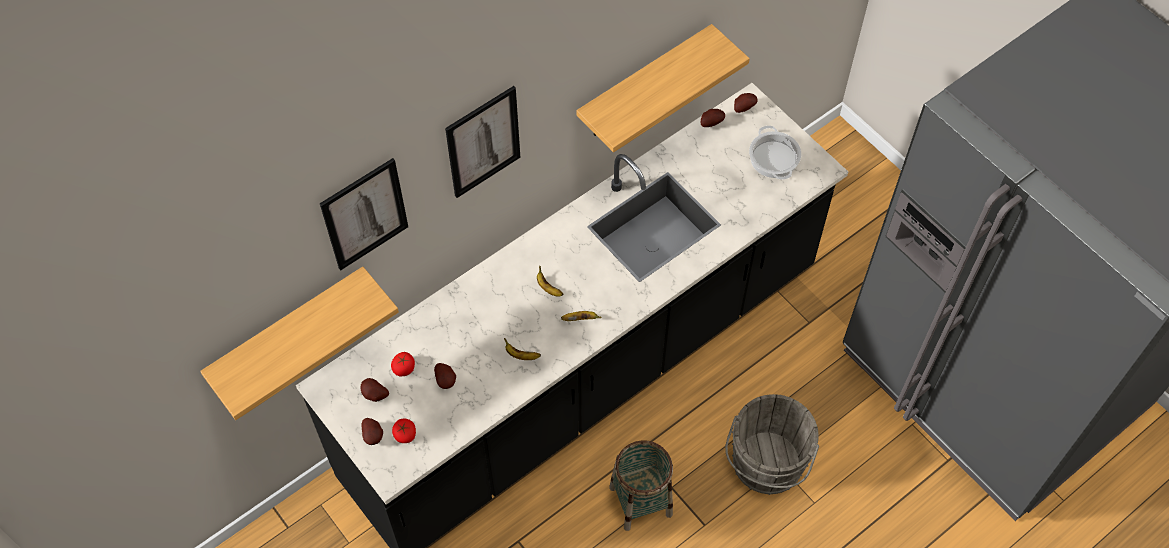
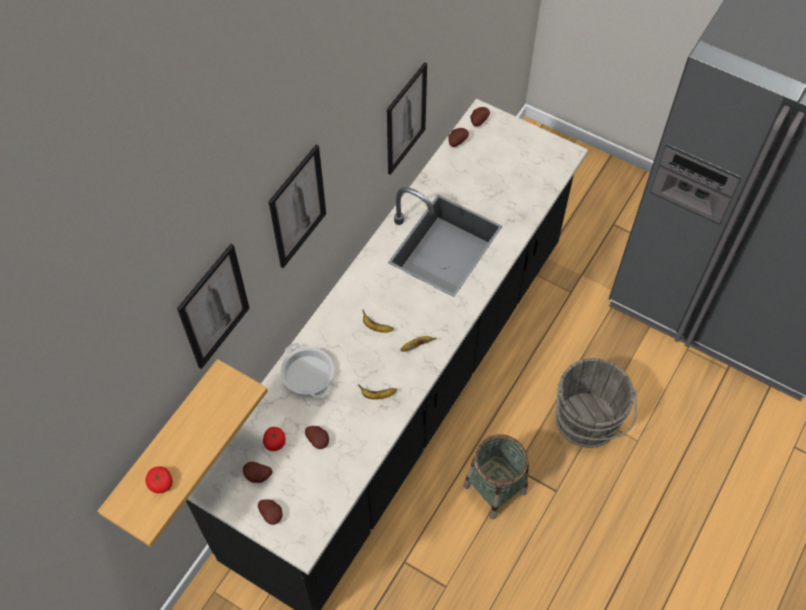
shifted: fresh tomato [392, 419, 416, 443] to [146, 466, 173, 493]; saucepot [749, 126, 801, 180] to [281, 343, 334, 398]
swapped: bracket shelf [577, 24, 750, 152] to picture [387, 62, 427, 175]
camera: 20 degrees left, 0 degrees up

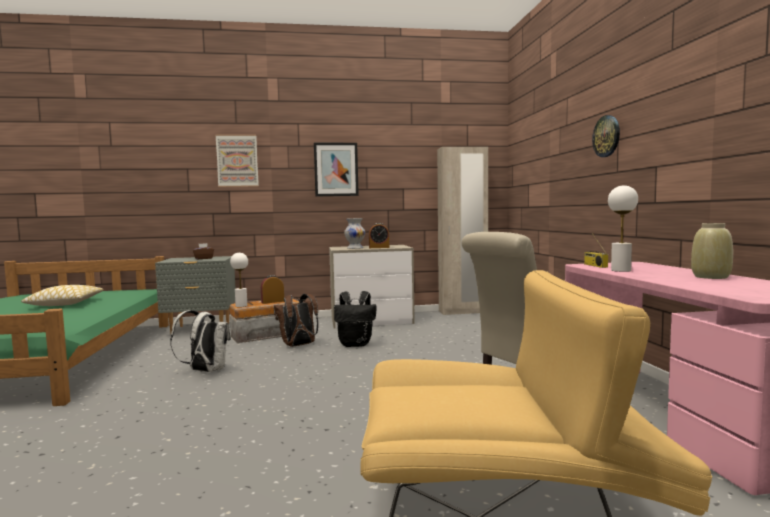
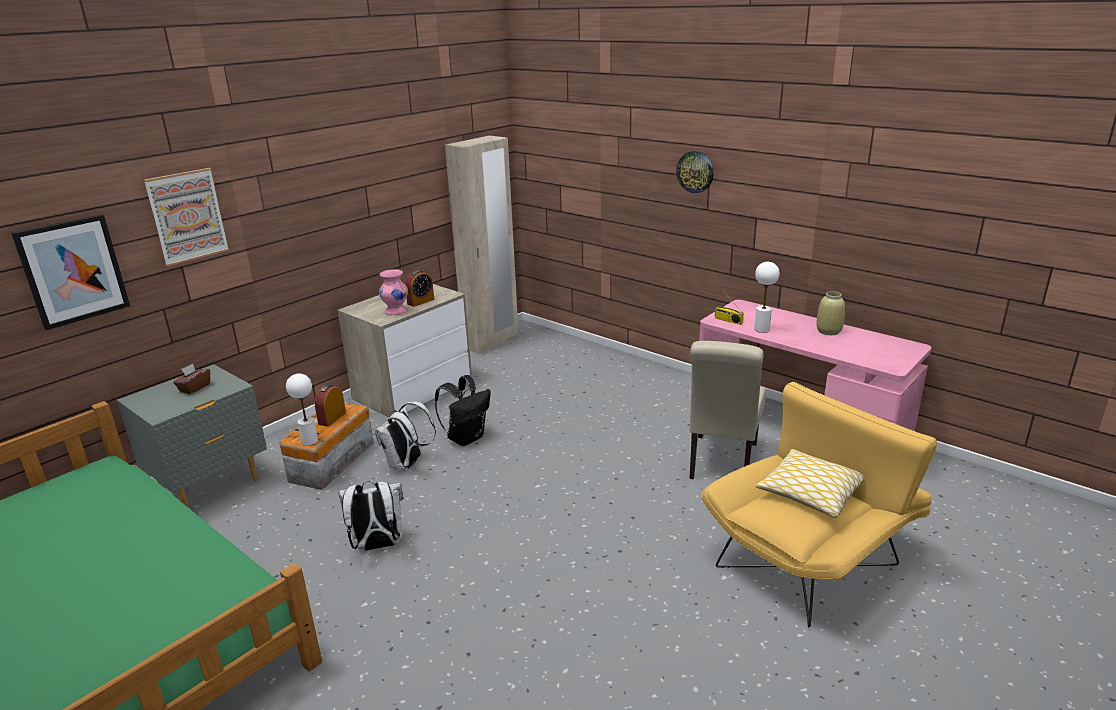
shifted: cushion [21, 285, 103, 306] to [755, 449, 865, 518]; picture [314, 143, 359, 196] to [11, 214, 130, 330]
repainted: backpack (brownish) [273, 294, 318, 347] to backpack (whitish) [375, 401, 436, 470]; decorative vase (whitish) [344, 218, 365, 249] to decorative vase (pinkish) [379, 269, 408, 315]
camera: 40 degrees left, 20 degrees up

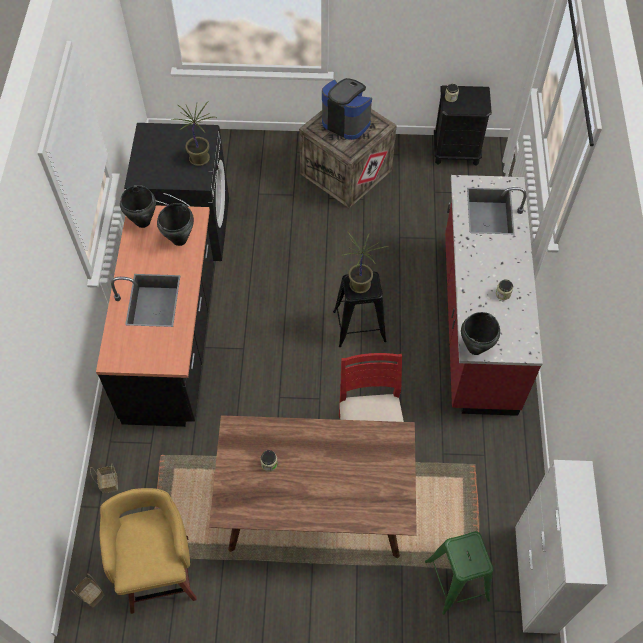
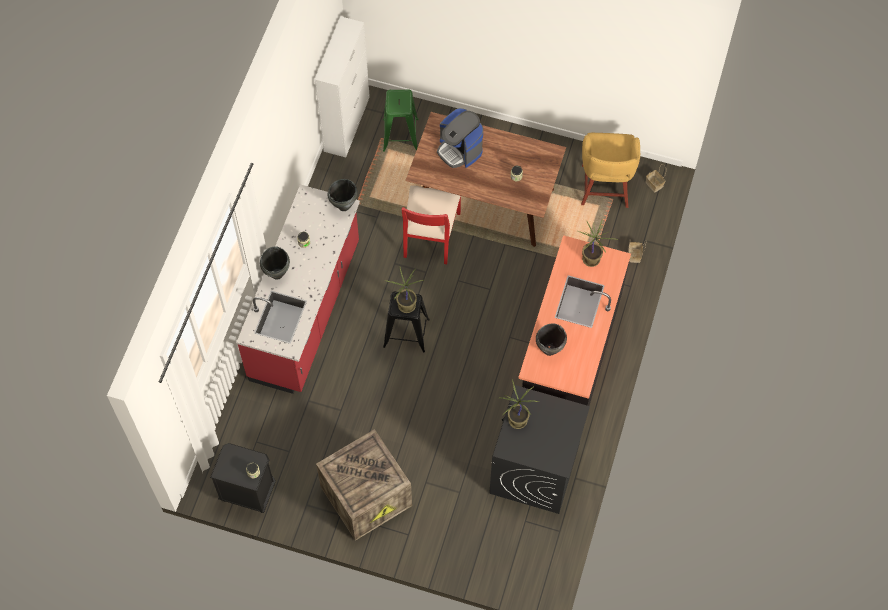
new: houseplant [578, 219, 618, 267]
shifted: saucepot (black) [120, 185, 156, 228] to [260, 246, 290, 280]; coffee machine [322, 78, 372, 140] to [437, 108, 483, 168]
camera: 165 degrees left, 5 degrees up

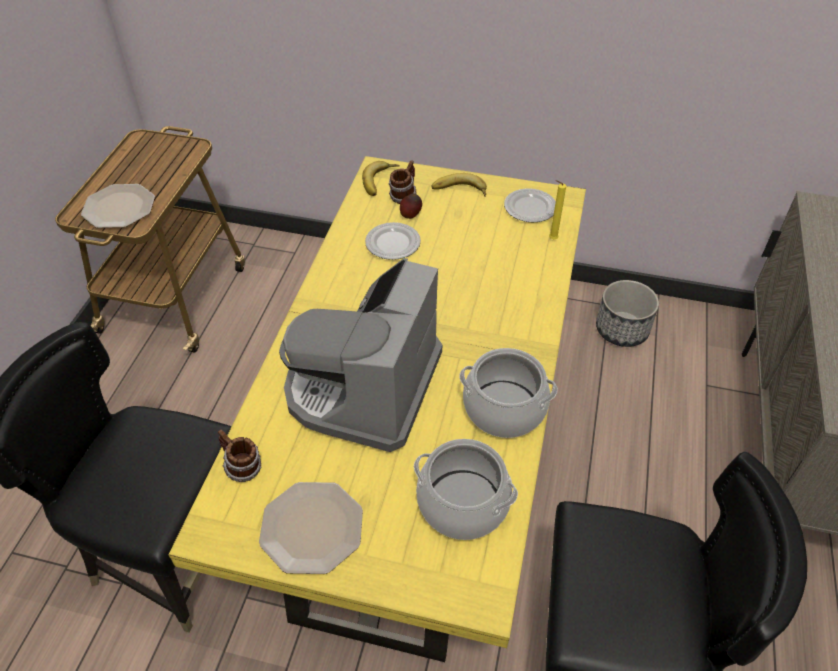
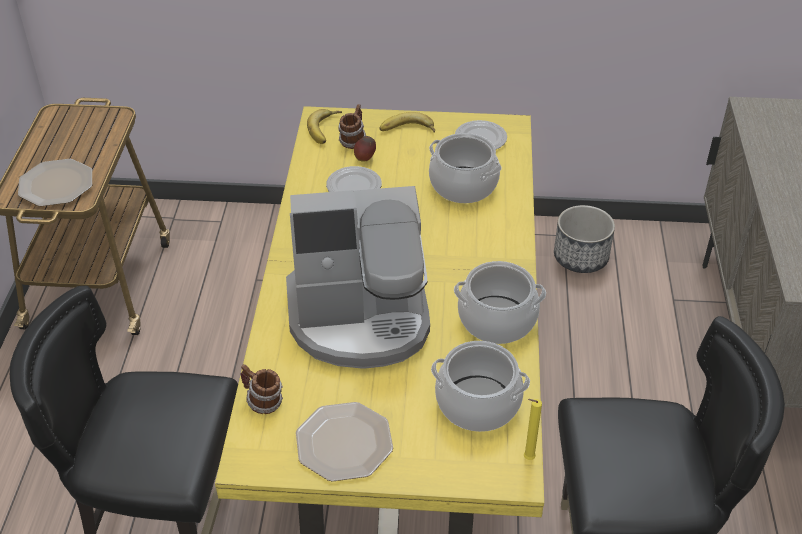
new: saucepot [429, 133, 502, 203]
shifted: wax candle (yellow) [549, 180, 566, 239] to [524, 399, 542, 460]
rotated: coffee machine [279, 258, 442, 452] = [286, 186, 430, 369] 105 degrees counterclockwise
camera: 10 degrees left, 5 degrees down

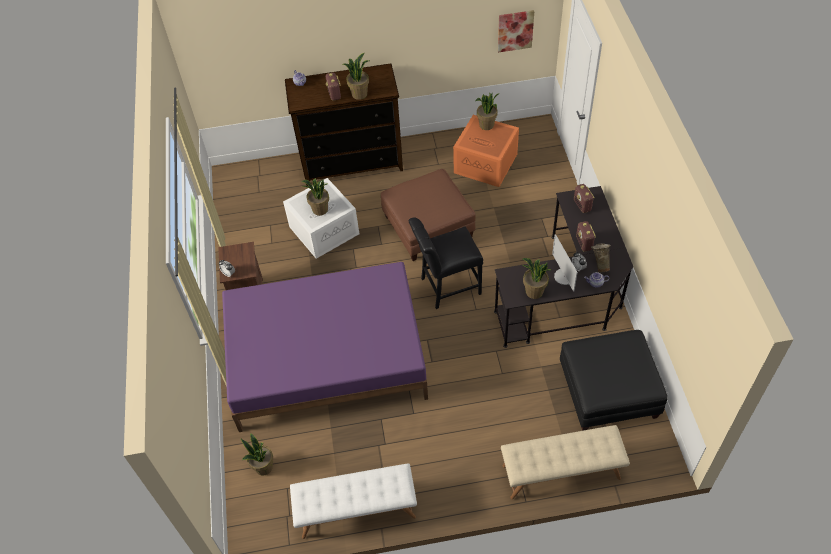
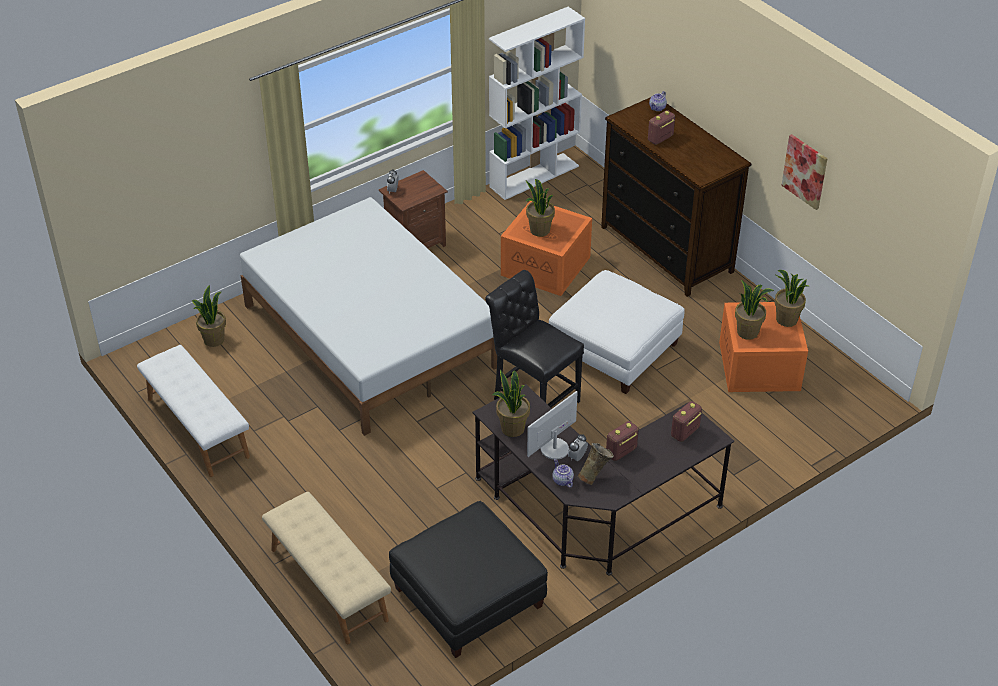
new: shelving unit (whitish) [489, 7, 585, 200]
shifted: houseplant [342, 53, 369, 100] to [735, 280, 774, 340]; picture [498, 10, 534, 53] to [781, 134, 828, 210]
repainted: sleeping bed (purplish) [222, 262, 428, 432] to sleeping bed (whitish) [240, 197, 497, 436]; storage container (whitish) [283, 178, 359, 259] to storage container (orange-coloured) [501, 201, 592, 296]; pouffe (brownish) [381, 169, 476, 261] to pouffe (whitish) [549, 270, 685, 394]
camera: 60 degrees right, 10 degrees down

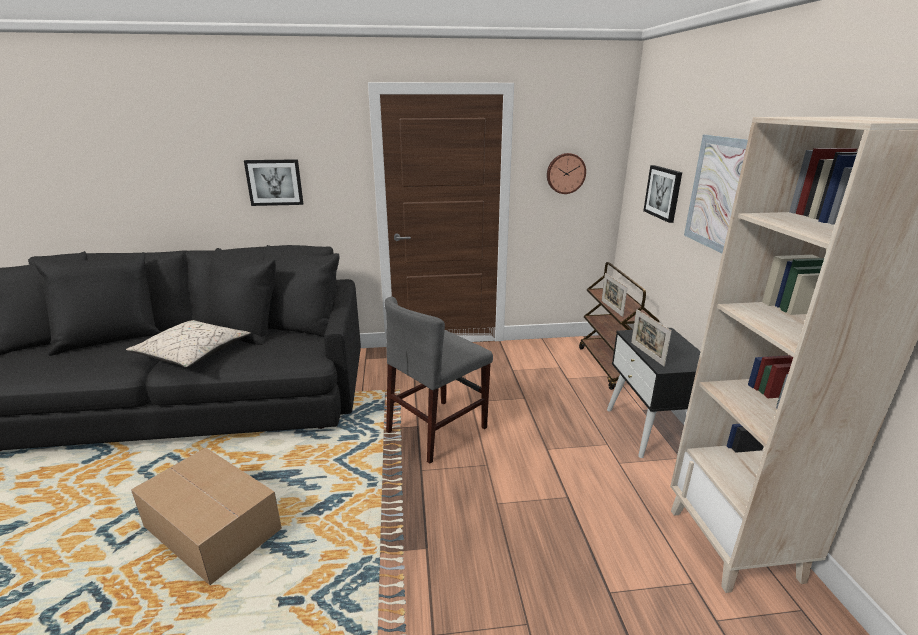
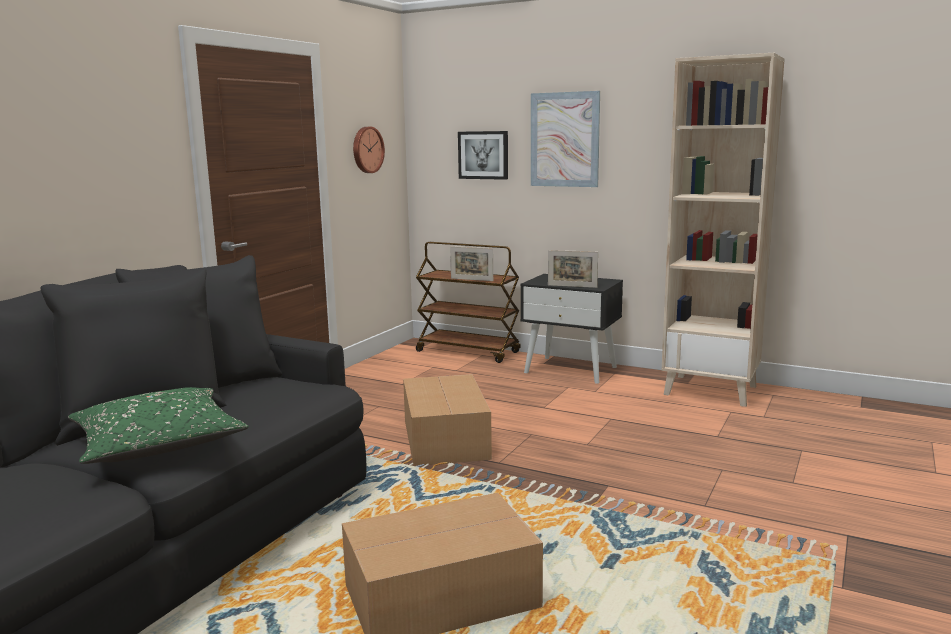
gone: picture [244, 159, 303, 206]
swapped: plain chair (greyish) [385, 296, 493, 464] to packing box [403, 374, 492, 466]
repainted: cushion (beige-coloured) [126, 320, 251, 368] to cushion (green-coloured) [68, 387, 249, 464]
camera: 55 degrees left, 10 degrees down

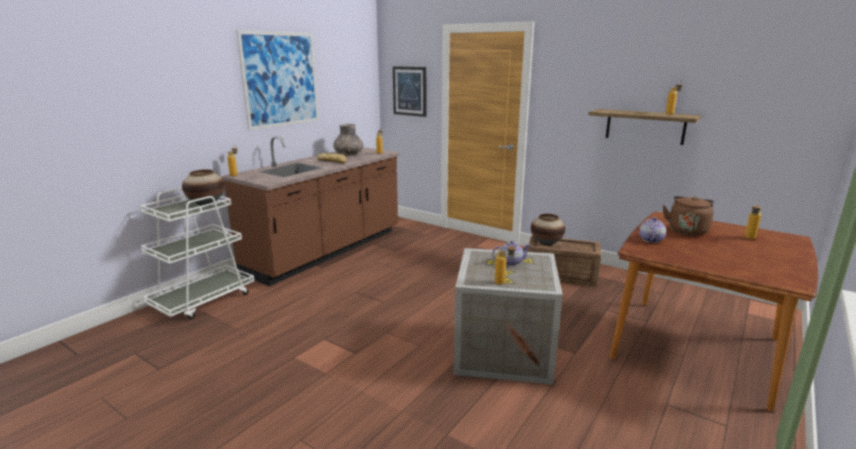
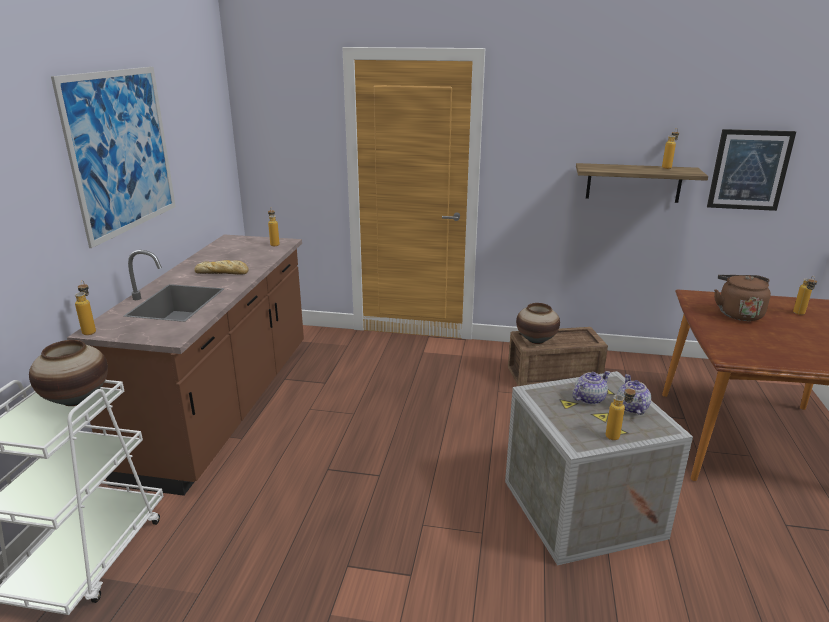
gone: decorative vase (greyish) [333, 124, 363, 155]
shifted: picture [393, 66, 426, 117] to [707, 129, 796, 211]; teapot [639, 217, 666, 243] to [617, 374, 651, 415]
camera: 25 degrees left, 5 degrees up

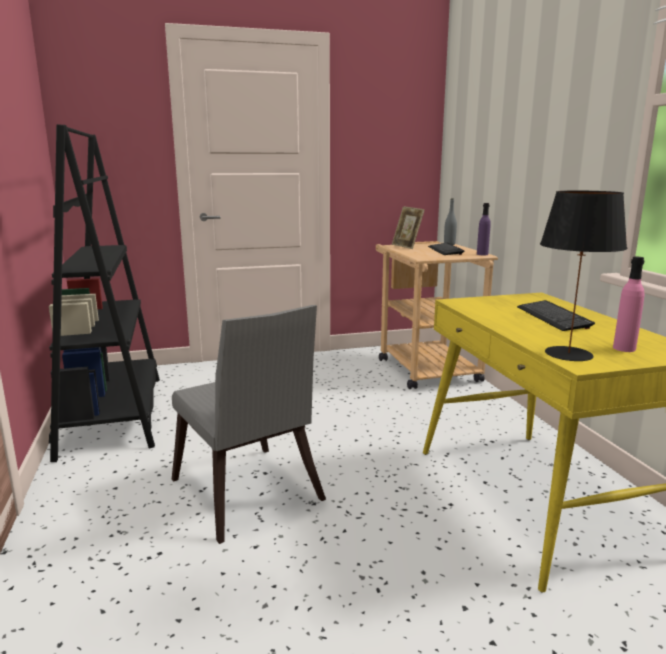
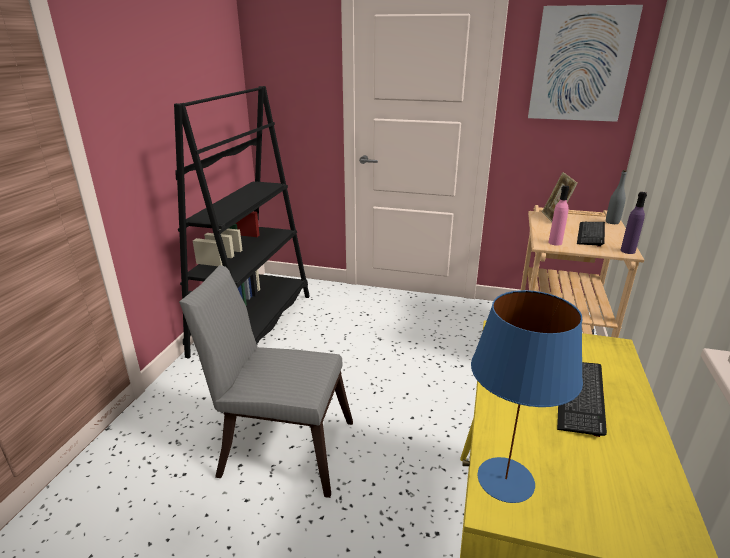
new: picture [528, 5, 643, 122]
shifted: beverage bottle (pinkish) [613, 256, 645, 352] to [548, 185, 569, 246]
repainted: table lamp (black) [540, 191, 627, 361] to table lamp (blue) [471, 290, 583, 503]
rotated: plain chair (greyish) [172, 305, 326, 544] = [179, 265, 353, 498] 105 degrees clockwise
camera: 30 degrees right, 10 degrees up

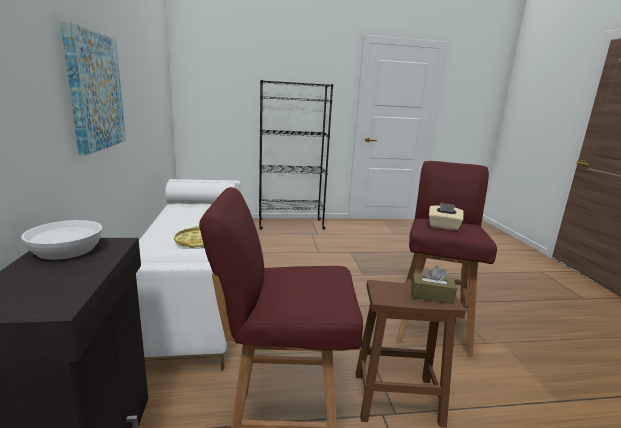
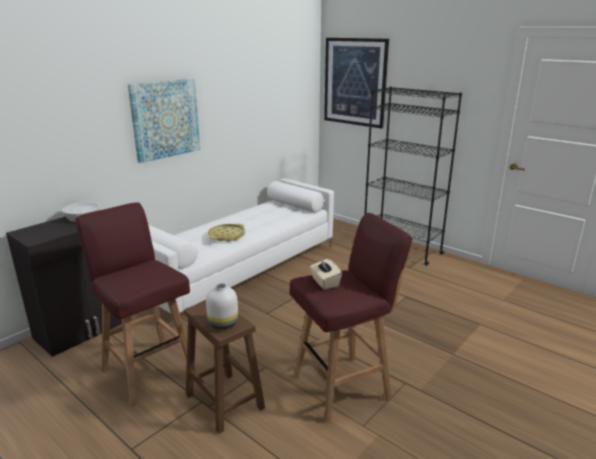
new: picture [324, 38, 389, 129]
swapped: box of tissues (brownish) [411, 266, 457, 304] to decorative vase (whitish) [206, 283, 238, 330]
camera: 50 degrees right, 5 degrees up

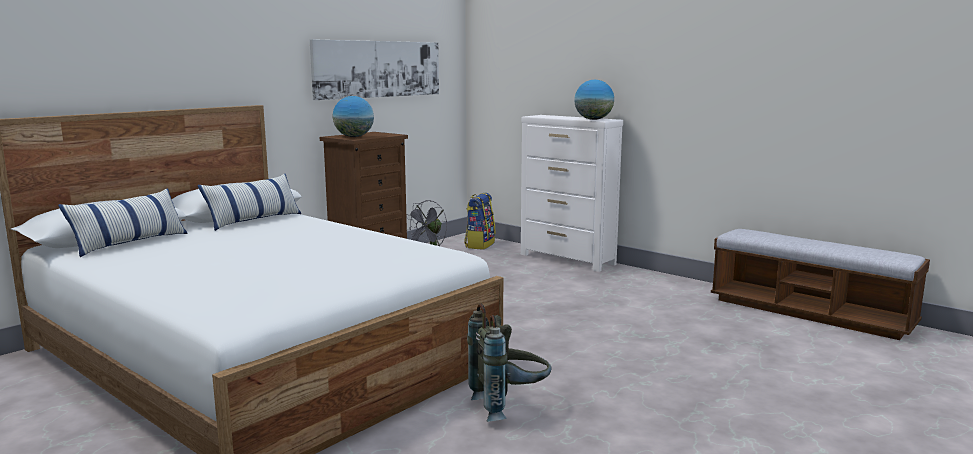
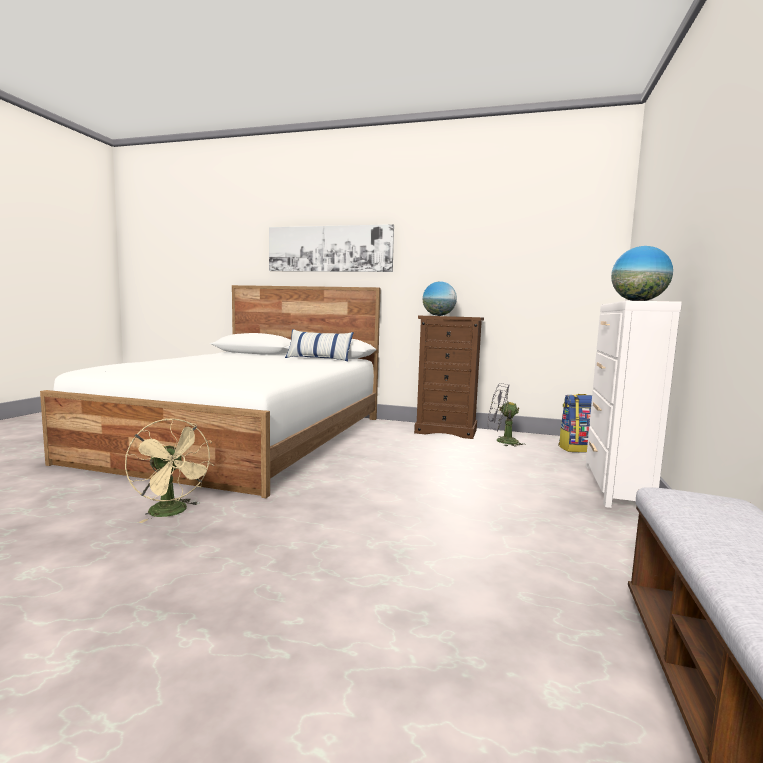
gone: cushion [58, 188, 188, 257]
shifted: picture [310, 39, 439, 100] to [269, 224, 394, 272]
swapped: backpack (greyish) [467, 304, 552, 422] to cooling fan (beige-coloured) [125, 418, 214, 523]
camera: 65 degrees right, 5 degrees down

